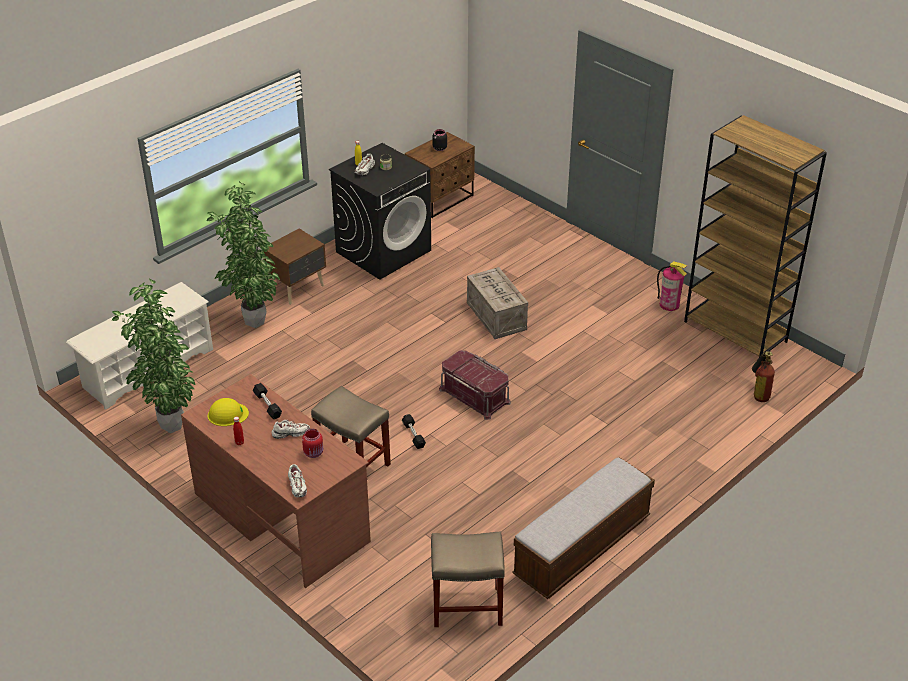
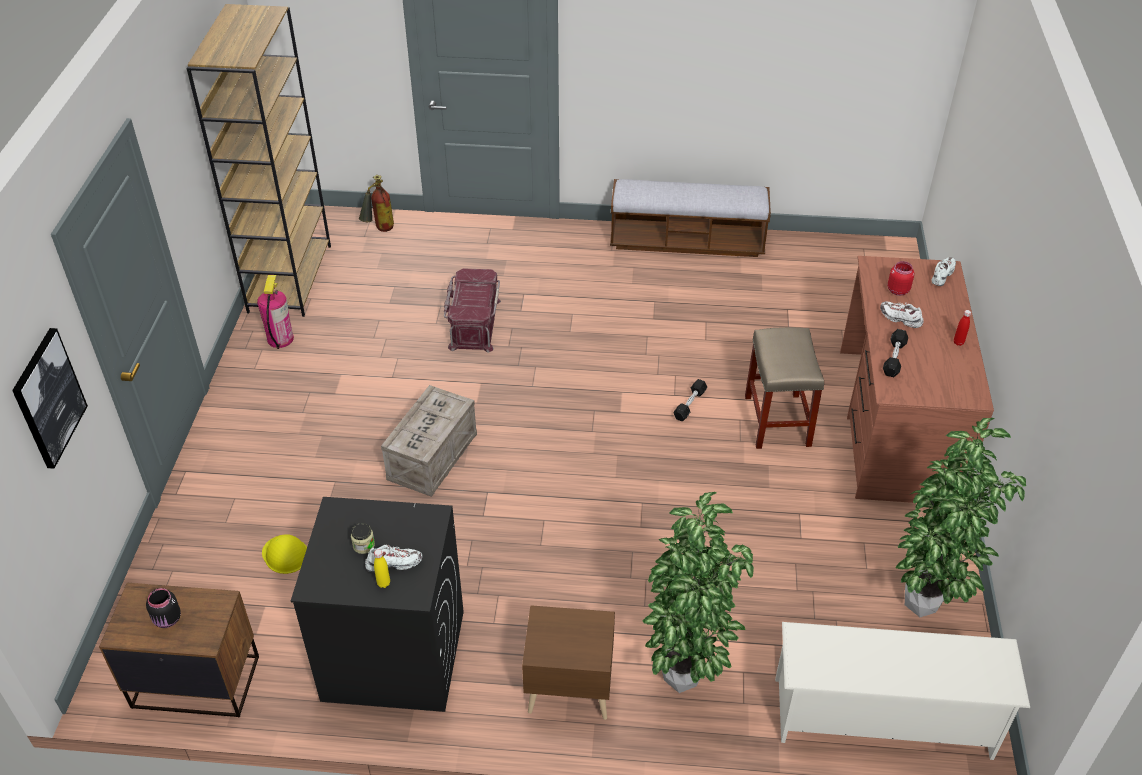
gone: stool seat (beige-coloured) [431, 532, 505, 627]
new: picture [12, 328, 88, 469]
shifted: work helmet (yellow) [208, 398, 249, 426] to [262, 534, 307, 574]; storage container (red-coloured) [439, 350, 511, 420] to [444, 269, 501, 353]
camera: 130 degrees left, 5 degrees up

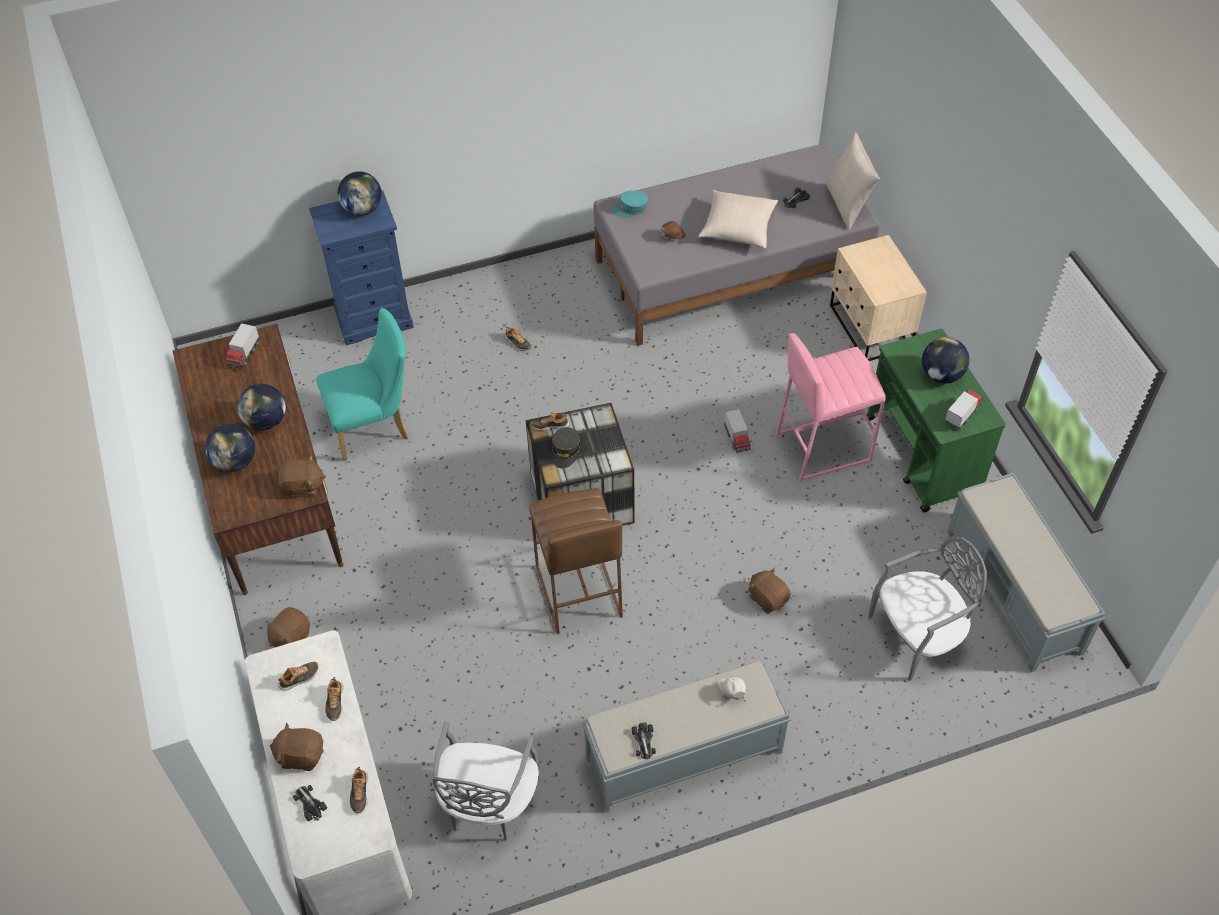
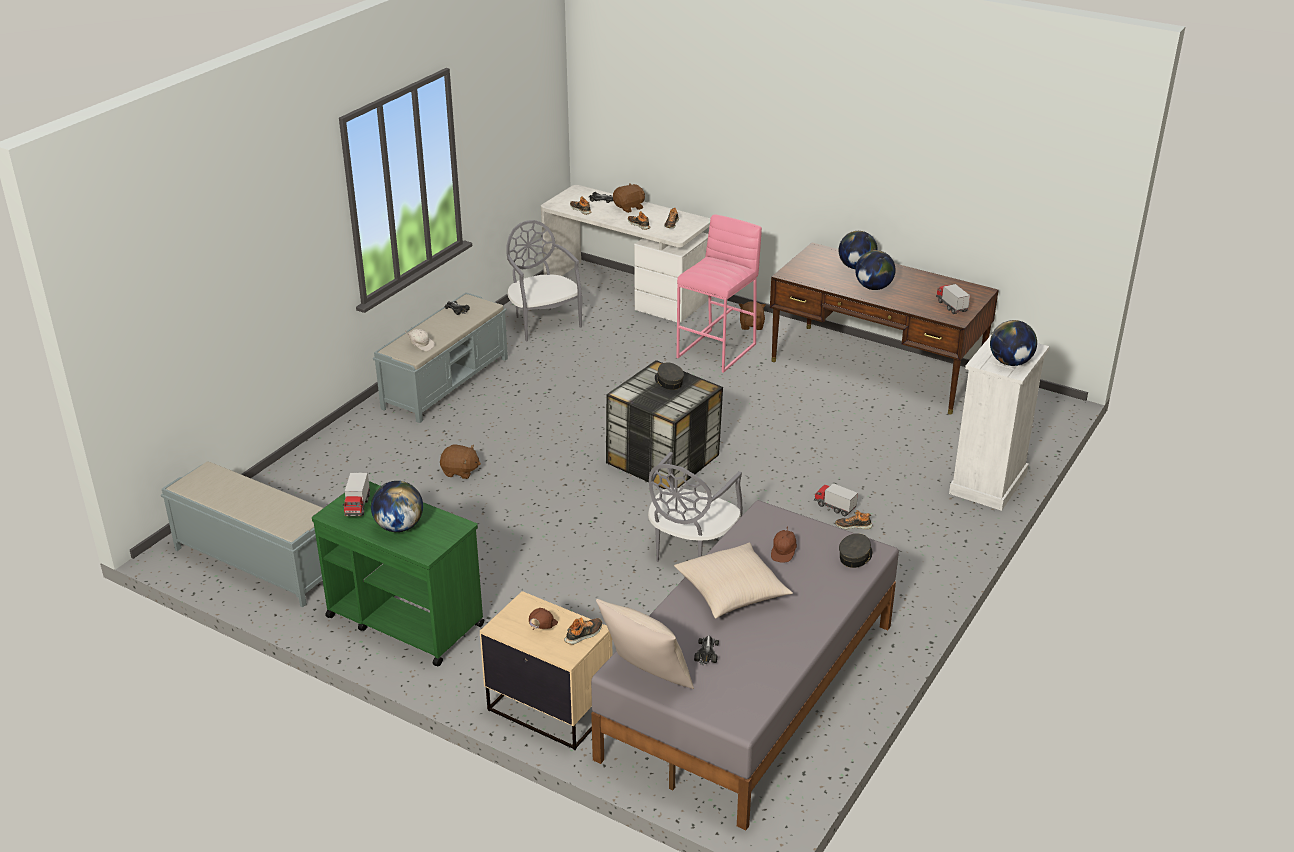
gone: soft toy (brownish) [278, 456, 326, 498]; plain chair (blue-green) [316, 308, 409, 461]; stool seat (brownish) [529, 488, 623, 634]
new: baseball cap (brownish) [529, 608, 558, 630]
shifted: shoe [531, 412, 569, 431] to [564, 617, 602, 645]; toy truck [724, 409, 751, 453] to [814, 483, 858, 516]; stool seat (pinkish) [776, 333, 886, 481] to [677, 214, 762, 373]; plain chair (greyish) [868, 537, 987, 681] to [648, 452, 743, 562]
repainted: dresser (blue) [309, 190, 414, 345] to dresser (whitish) [949, 334, 1049, 511]; baseball cap (blue-green) [612, 190, 648, 217] to baseball cap (greyish) [839, 533, 872, 568]
camera: 140 degrees right, 20 degrees down

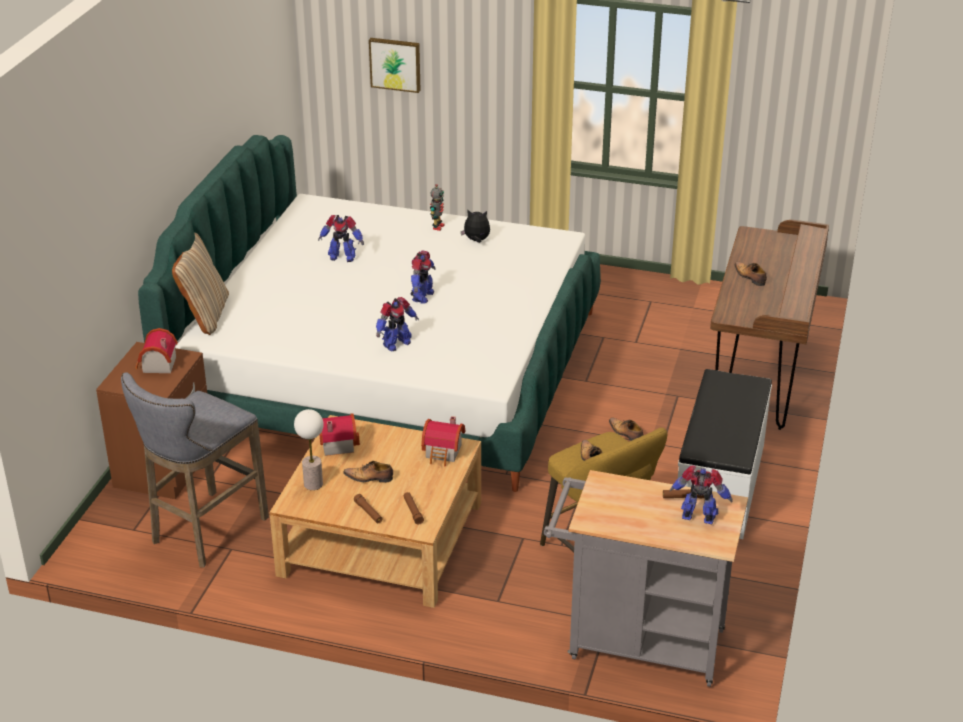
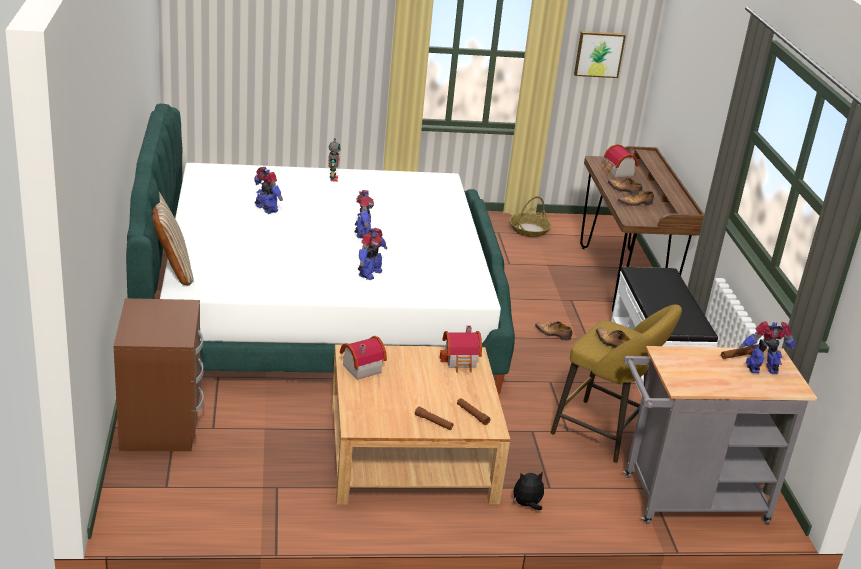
gone: stool seat (greyish) [121, 372, 269, 568]; table lamp [294, 409, 324, 490]
new: household basket [509, 196, 552, 237]
shifted: model house [136, 328, 178, 373] to [601, 144, 639, 177]; shoe [343, 461, 393, 483] to [618, 189, 654, 206]; picture [369, 38, 421, 93] to [574, 31, 626, 78]; soft toy [461, 210, 490, 243] to [514, 471, 544, 510]
rotated: model robot [318, 215, 364, 262] = [254, 167, 283, 214] 120 degrees counterclockwise
camera: 25 degrees left, 5 degrees down

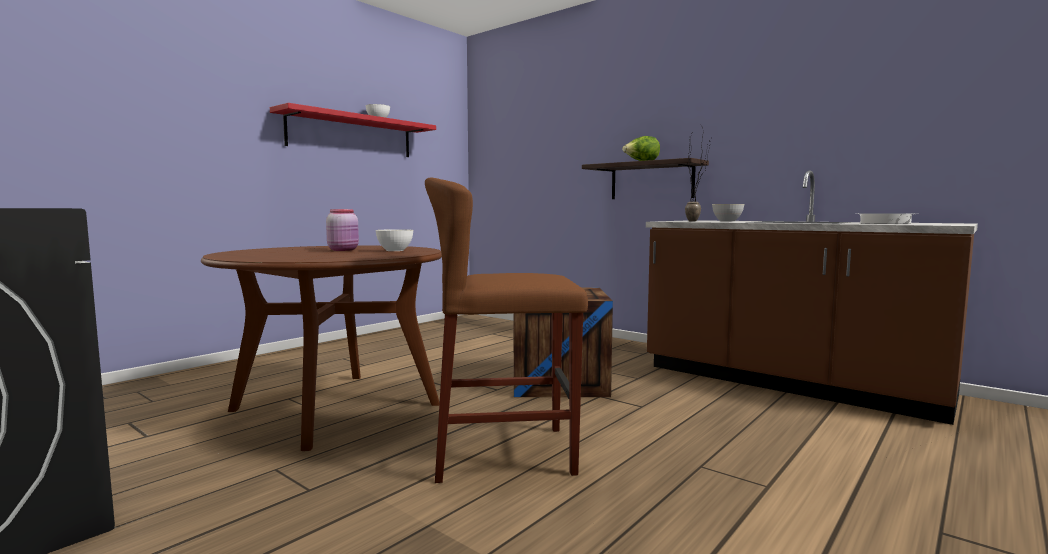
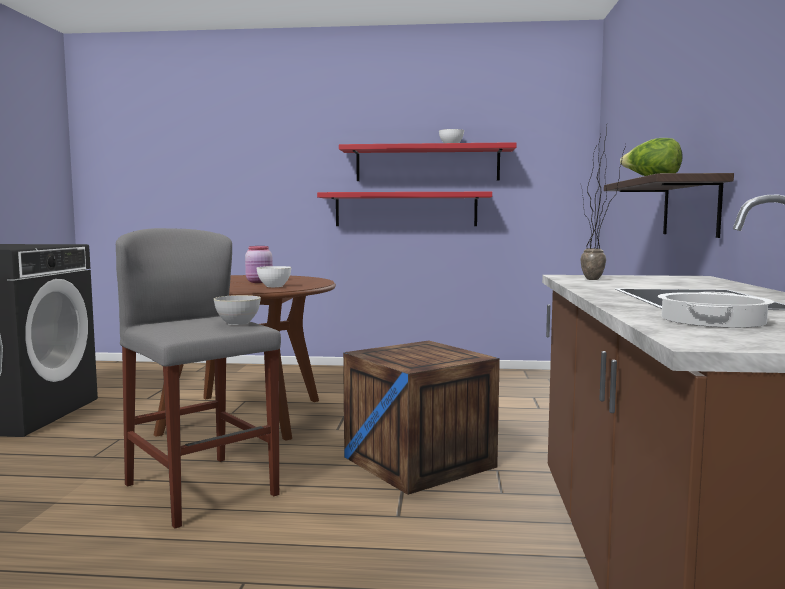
new: bracket shelf (red-coloured) [317, 192, 492, 226]
shifted: serving bowl (greyish) [712, 204, 744, 221] to [214, 295, 261, 325]
repainted: stool seat (brownish) [425, 178, 588, 483] to stool seat (greyish) [116, 228, 281, 529]
camera: 55 degrees right, 0 degrees up

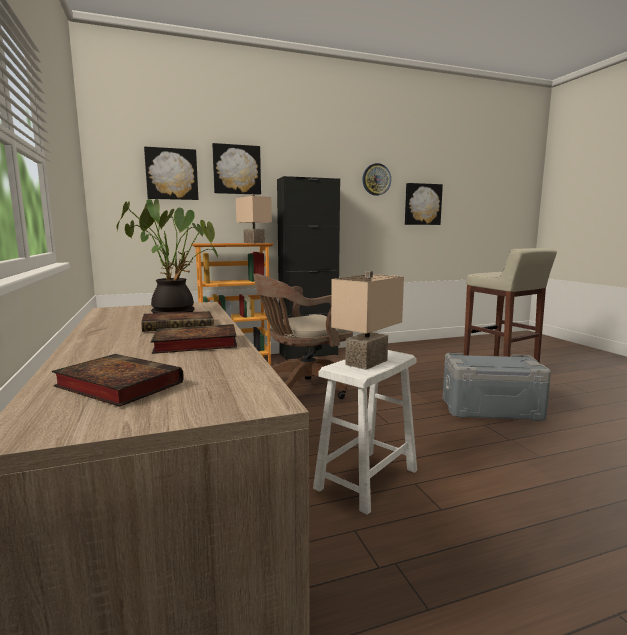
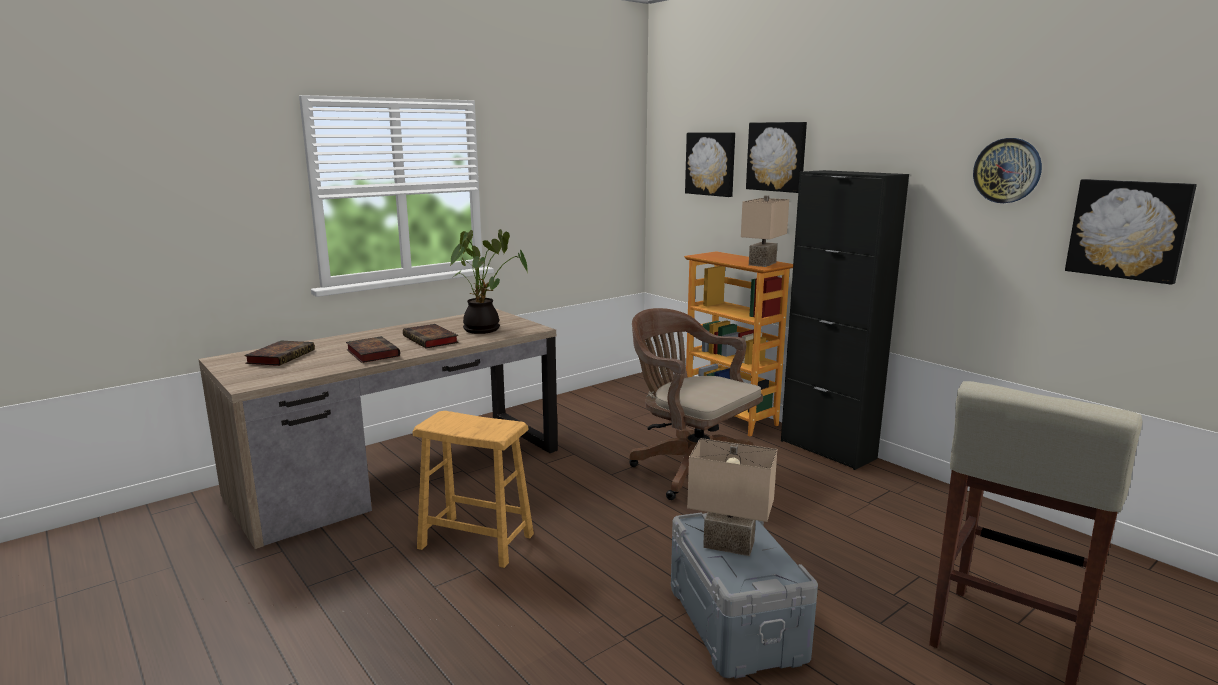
shifted: table lamp (beige-coloured) [331, 271, 404, 370] to [687, 438, 777, 556]
repainted: stool seat (whitish) [313, 350, 417, 515] to stool seat (brownish) [412, 411, 534, 568]
camera: 70 degrees right, 5 degrees up

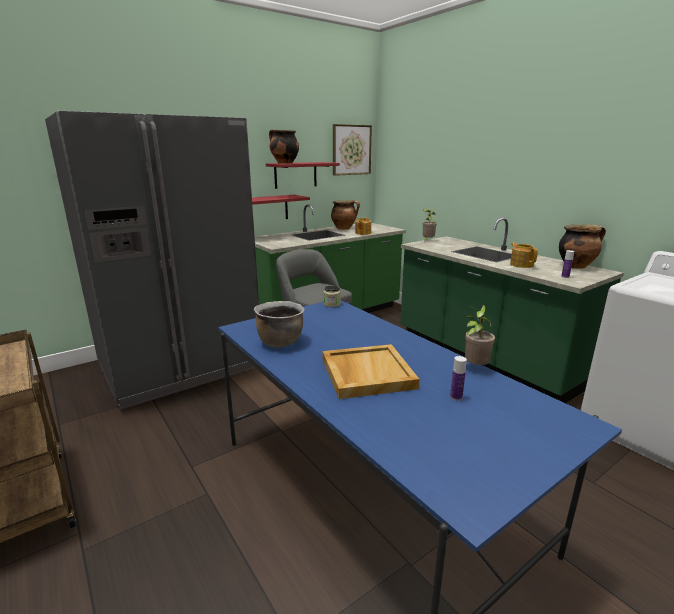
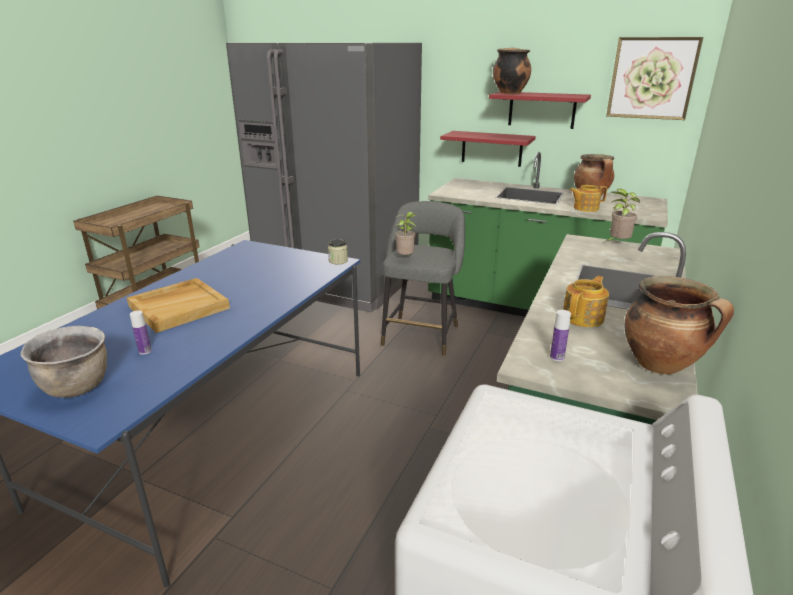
shifted: saucepot (brownish) [254, 301, 305, 347] to [21, 325, 107, 398]; houseplant [465, 305, 495, 365] to [395, 212, 417, 255]
camera: 60 degrees right, 5 degrees up

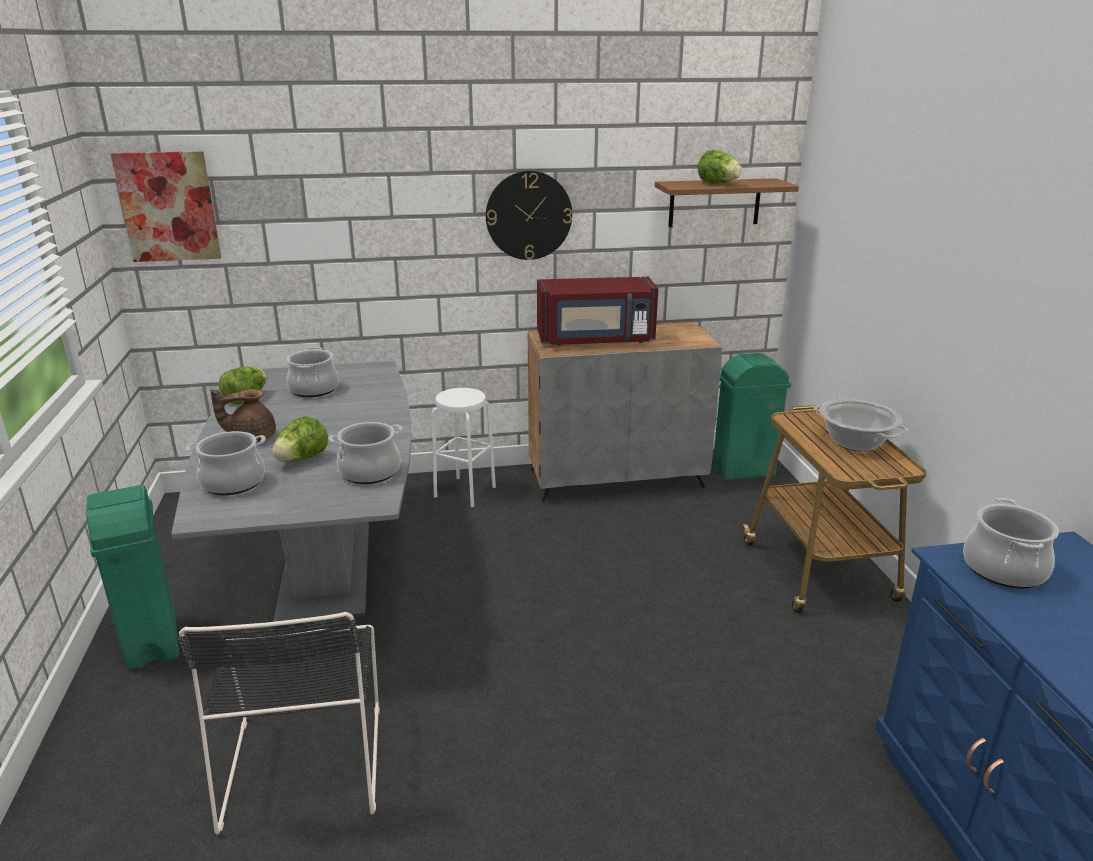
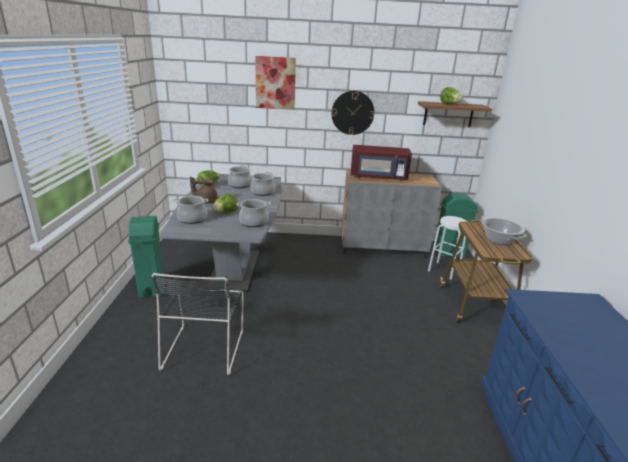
shifted: picture [111, 151, 221, 262] to [255, 56, 296, 110]; stool seat (whitish) [432, 388, 496, 507] to [428, 216, 467, 280]; saucepot [963, 498, 1059, 588] to [250, 172, 275, 196]
camera: 10 degrees right, 0 degrees up

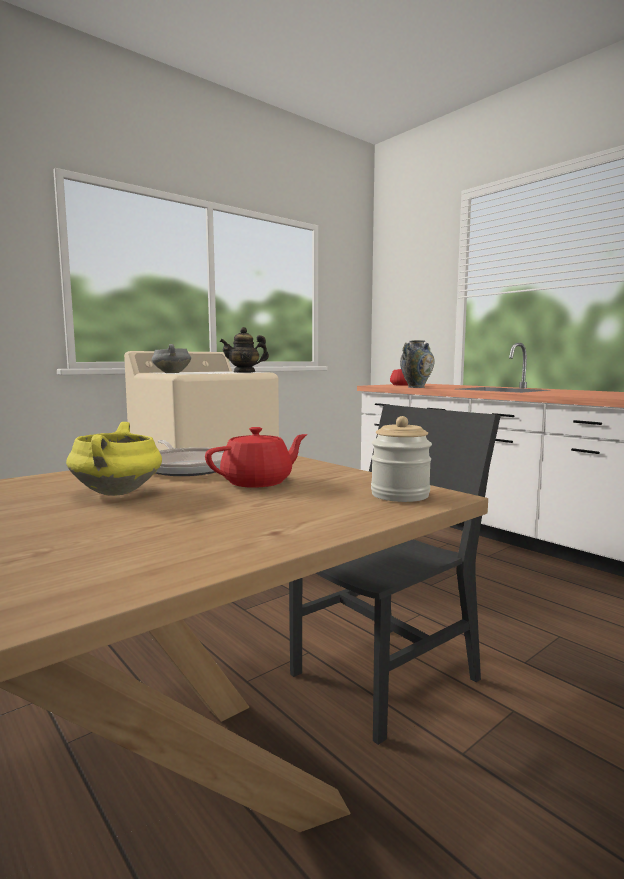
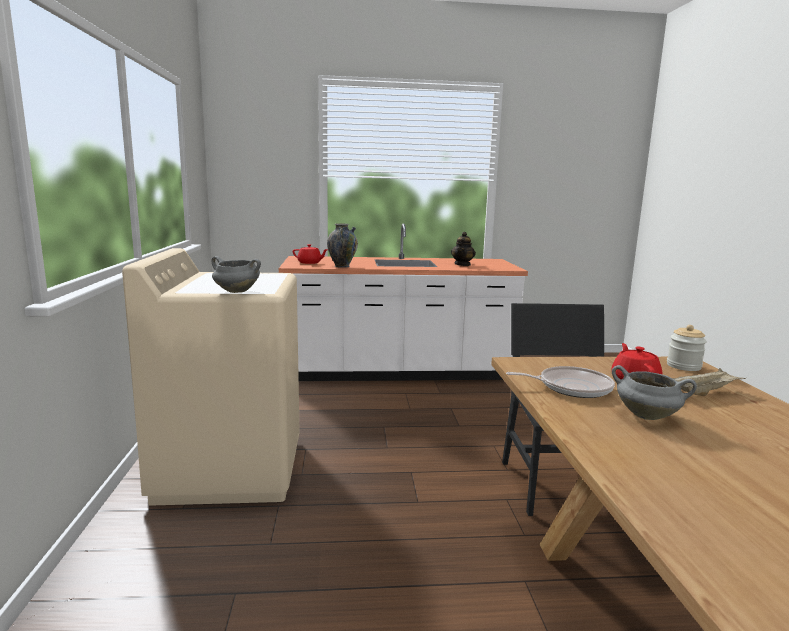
new: serving tray (beige-coloured) [672, 368, 746, 396]
shifted: teapot [220, 327, 269, 373] to [451, 232, 476, 266]
repainted: saucepot (yellow) [66, 422, 162, 496] to saucepot (greyish) [612, 365, 697, 420]
camera: 55 degrees left, 5 degrees up

